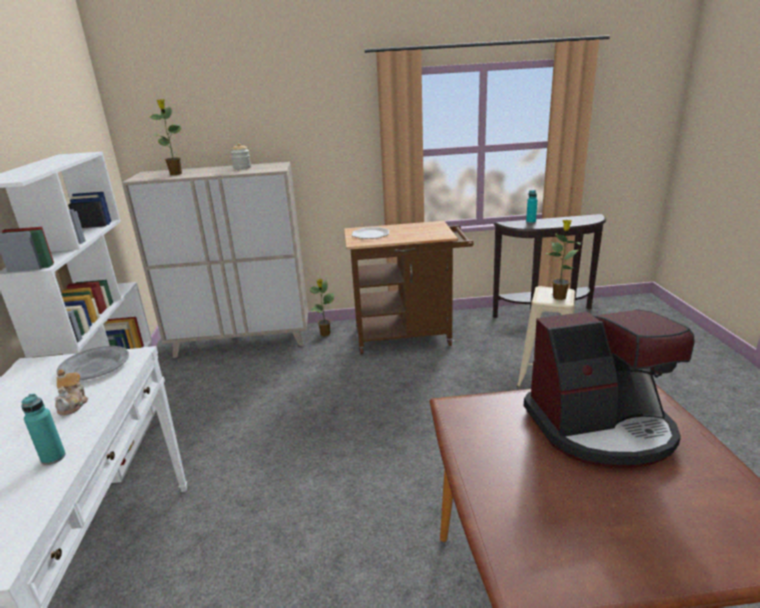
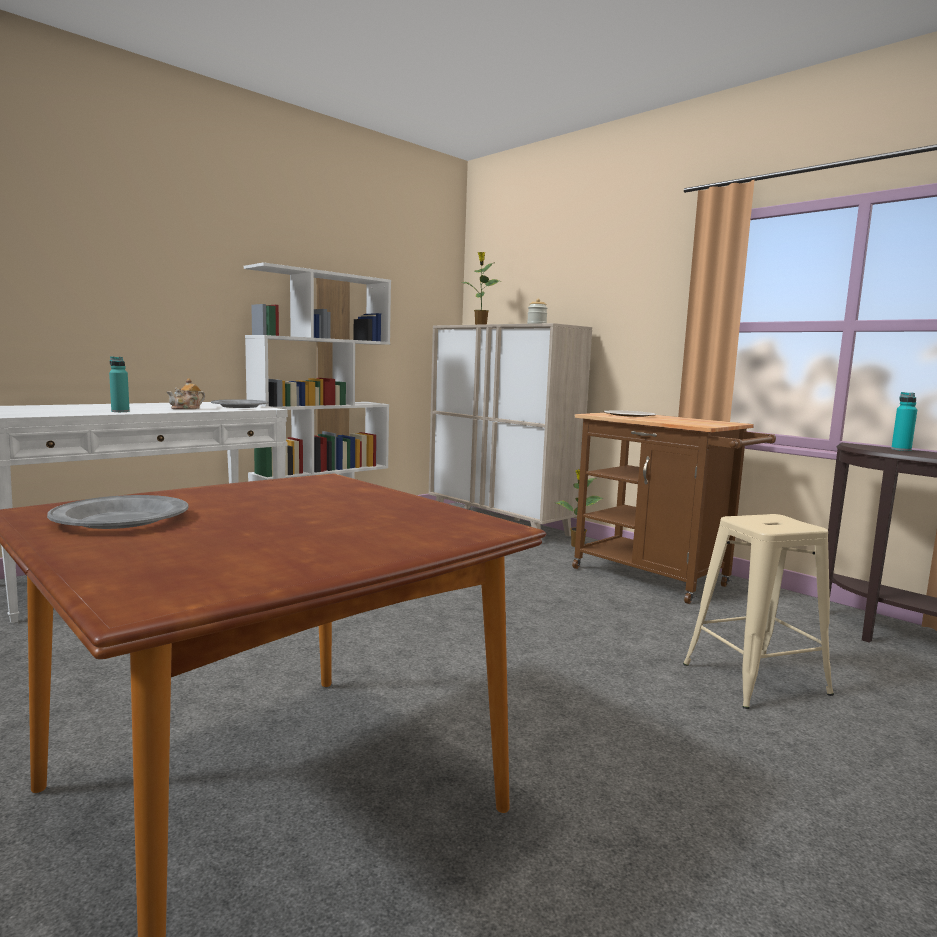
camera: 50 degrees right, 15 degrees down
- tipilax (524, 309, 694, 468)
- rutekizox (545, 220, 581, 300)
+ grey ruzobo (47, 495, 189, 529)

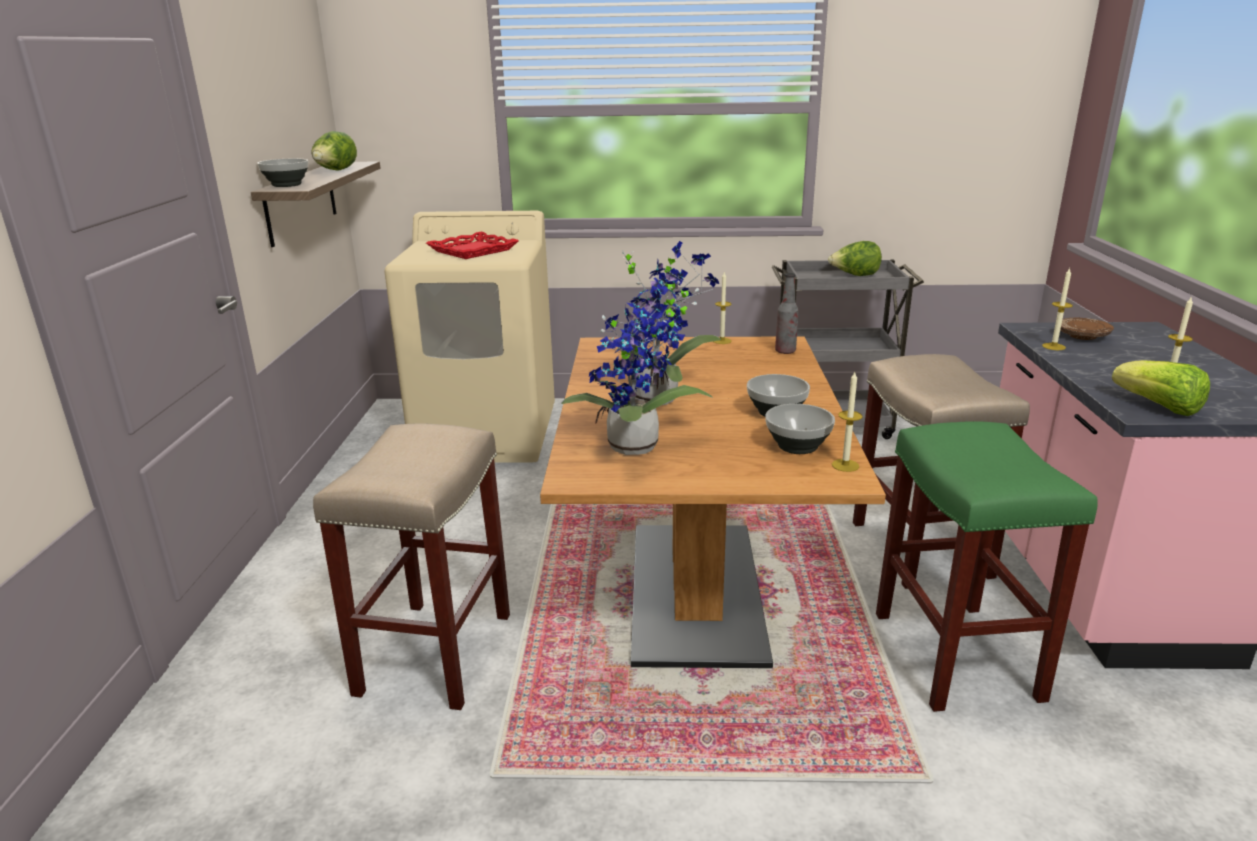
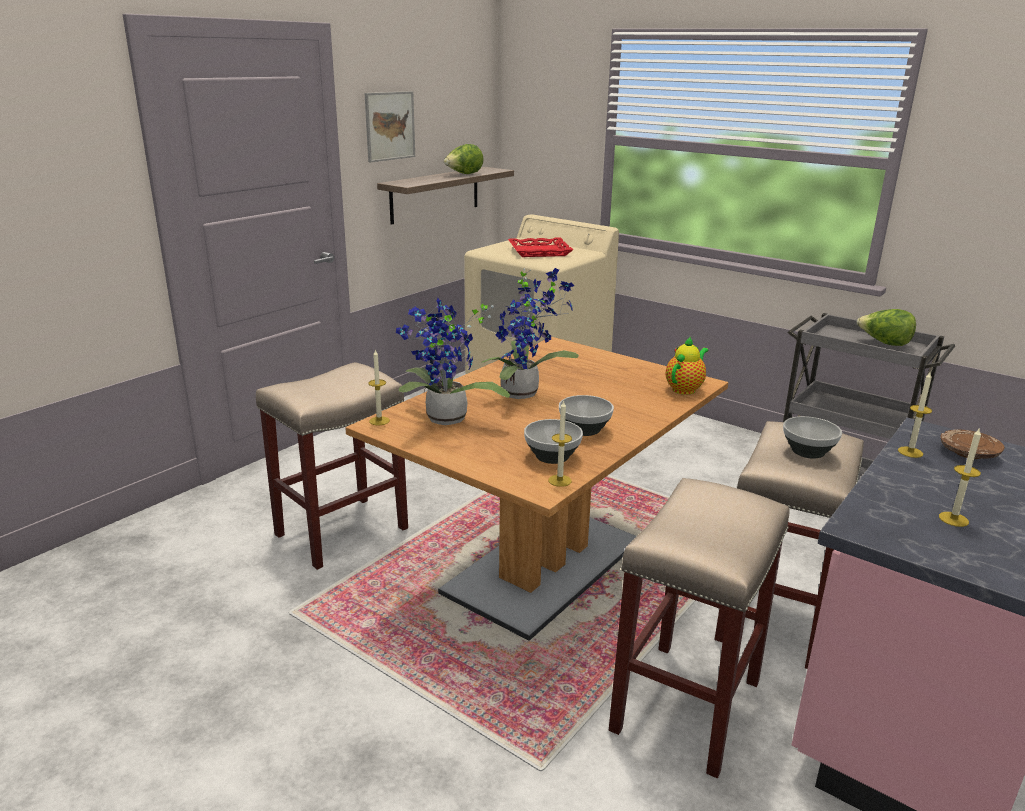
camera: 35 degrees right, 0 degrees up
- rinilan (1112, 360, 1210, 416)
+ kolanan (365, 91, 415, 162)
~ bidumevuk (257, 158, 308, 187) to (783, 416, 842, 459)
~ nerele (713, 272, 732, 344) to (368, 349, 390, 425)
~ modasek (775, 273, 799, 354) to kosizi (666, 336, 709, 395)
~ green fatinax (876, 421, 1098, 712) to beige fatinax (609, 478, 789, 779)

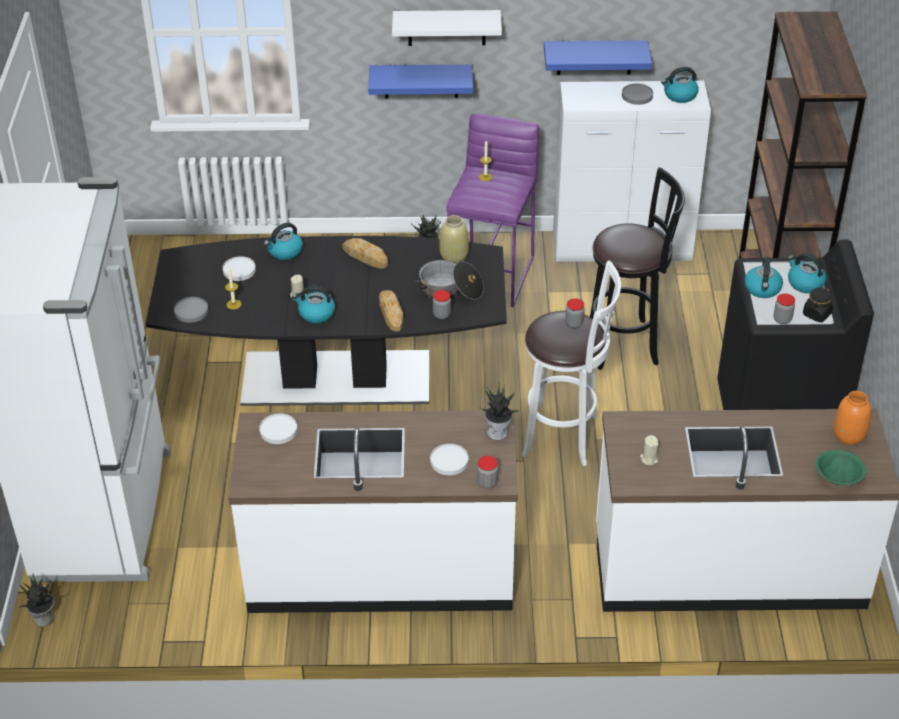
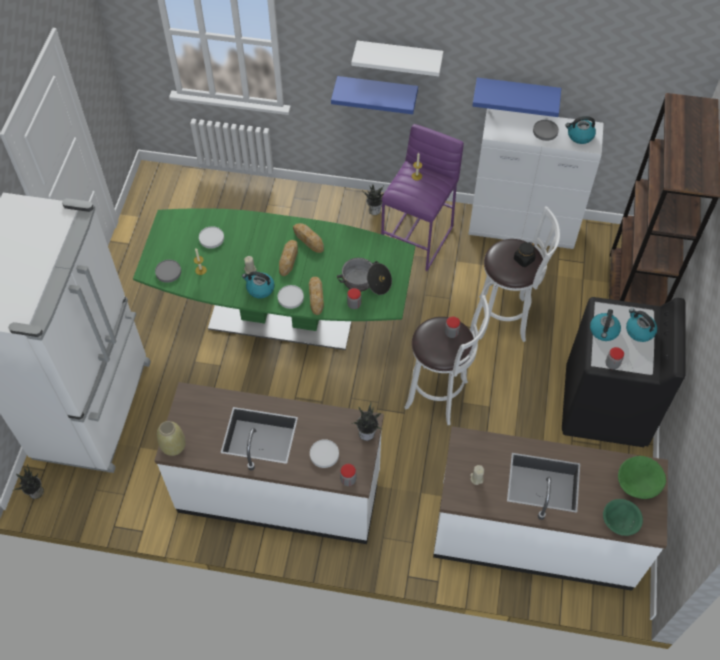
camera: 10 degrees right, 15 degrees up
- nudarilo (264, 223, 303, 260)
+ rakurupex (279, 240, 298, 276)
~ white ruzobo (259, 414, 297, 444) to (278, 285, 304, 309)
~ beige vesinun (439, 215, 469, 263) to (157, 421, 186, 456)
~ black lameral (803, 287, 833, 322) to (514, 242, 536, 267)
~ orange vesinun (833, 391, 871, 445) to green bidumevuk (618, 456, 666, 499)
~ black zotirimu (146, 236, 507, 406) to green zotirimu (133, 208, 415, 350)
~ black fatinax (590, 167, 685, 370) to white fatinax (479, 206, 560, 342)

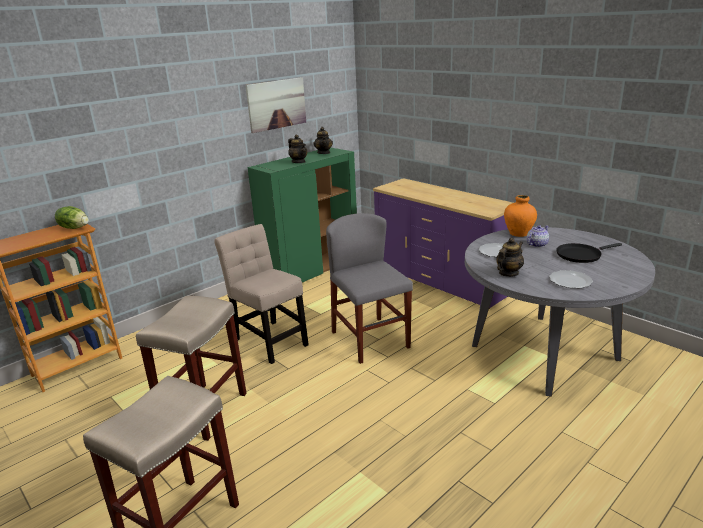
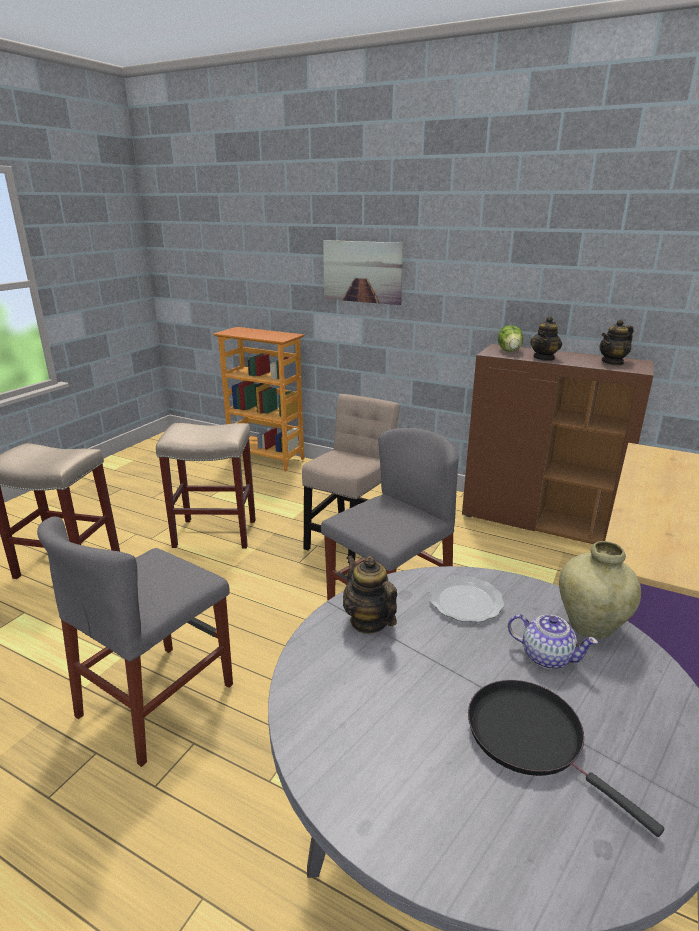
camera: 70 degrees right, 0 degrees up
- ruzobo (549, 270, 593, 288)
+ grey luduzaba (37, 517, 233, 767)
~ rinilan (55, 206, 89, 229) to (498, 325, 523, 352)
~ kolanan (246, 77, 306, 133) to (323, 240, 403, 305)
~ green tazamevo (248, 148, 357, 283) to brown tazamevo (462, 344, 654, 544)
~ orange vesinun (504, 195, 537, 237) to beige vesinun (559, 541, 641, 639)
~ kosizi (496, 238, 524, 277) = (343, 555, 397, 634) 150 degrees counterclockwise

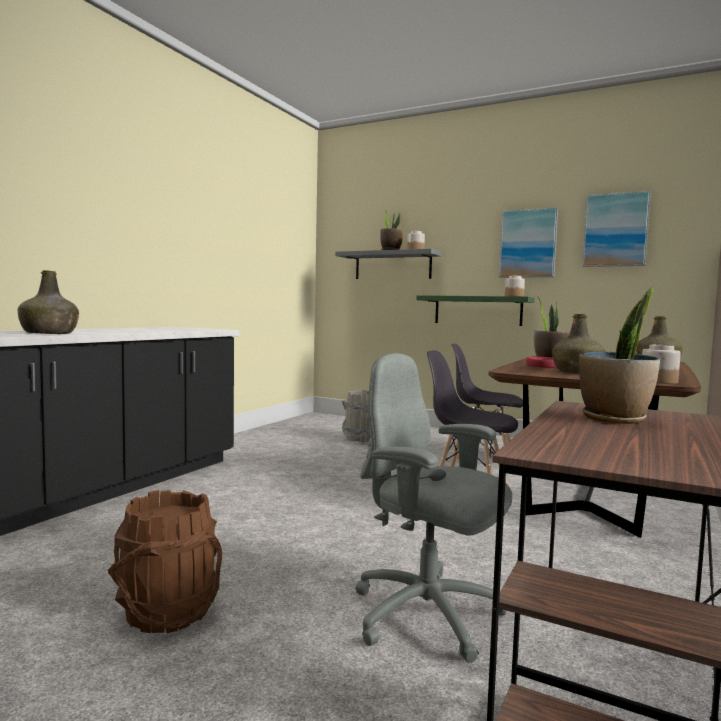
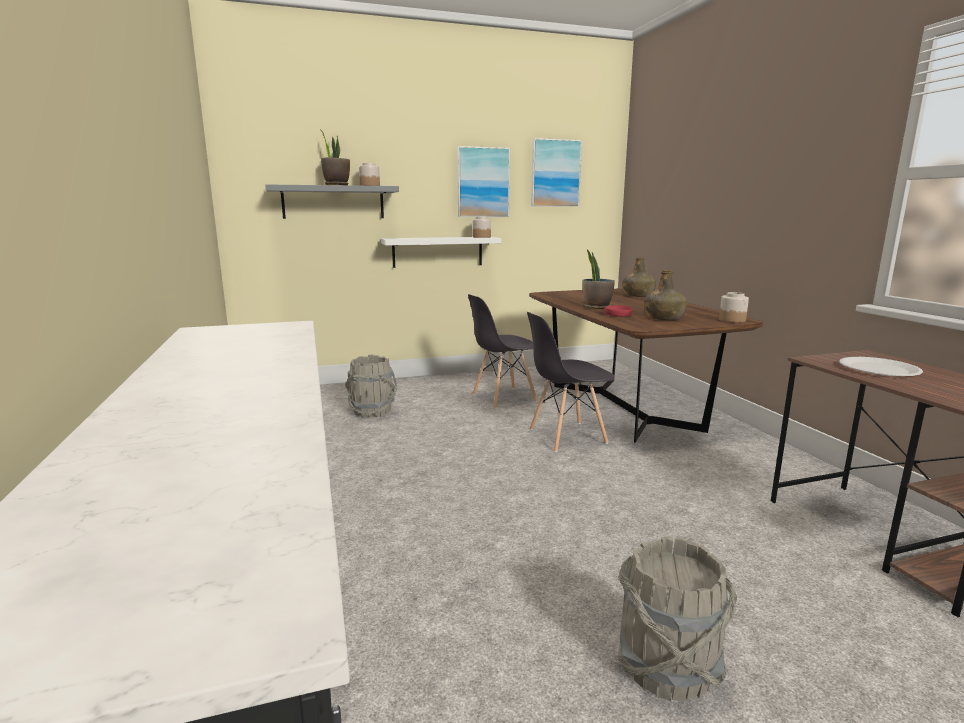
camera: 45 degrees left, 10 degrees up
- green modasek (18, 270, 79, 334)
- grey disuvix (355, 353, 512, 663)
~ rutekizox (579, 286, 660, 424) to white ruzobo (840, 357, 923, 376)
~ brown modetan (108, 490, 222, 633) to grey modetan (617, 536, 737, 701)
~ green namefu (416, 295, 535, 326) to white namefu (381, 237, 501, 268)

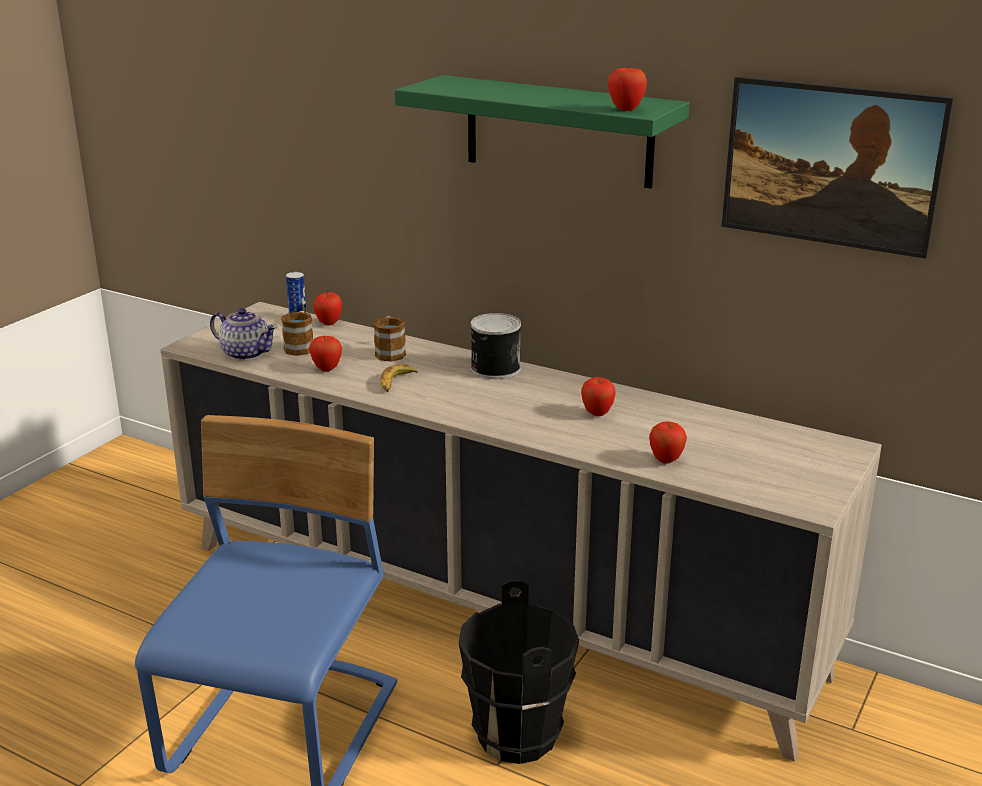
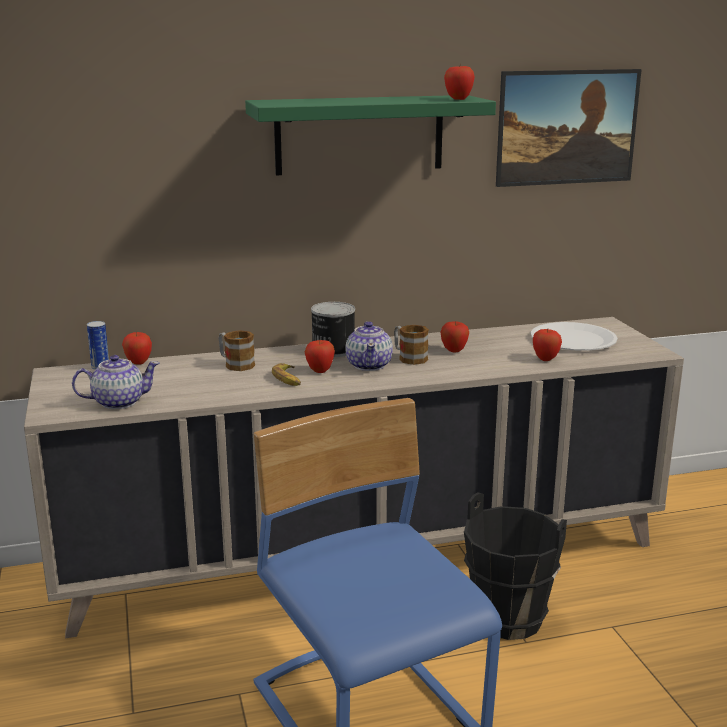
camera: 45 degrees left, 5 degrees down
+ kosizi (345, 321, 393, 371)
+ white ruzobo (531, 322, 618, 351)
~ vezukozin (281, 311, 313, 356) to (394, 325, 429, 365)
~ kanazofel (309, 336, 342, 372) to (305, 340, 335, 373)

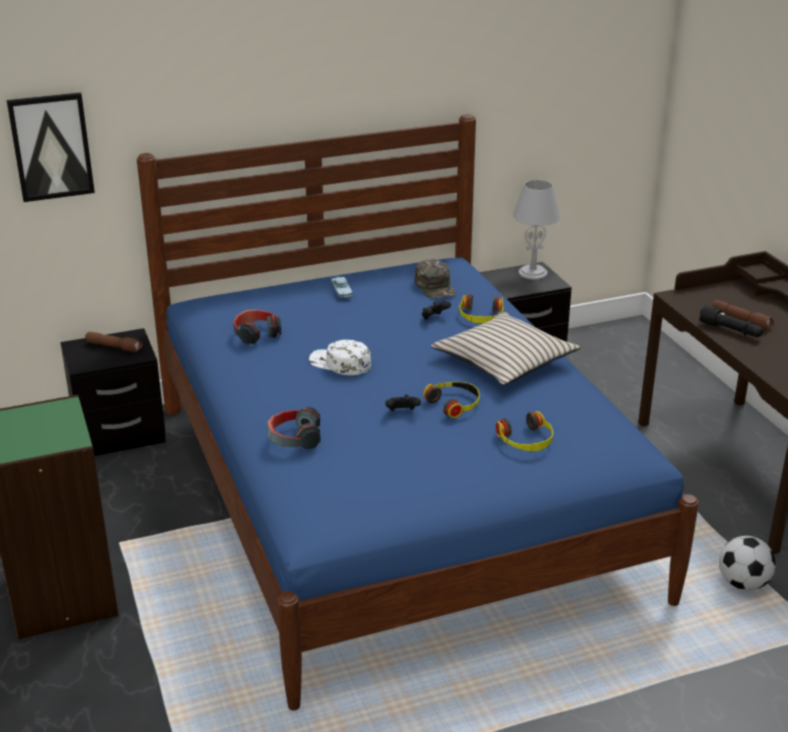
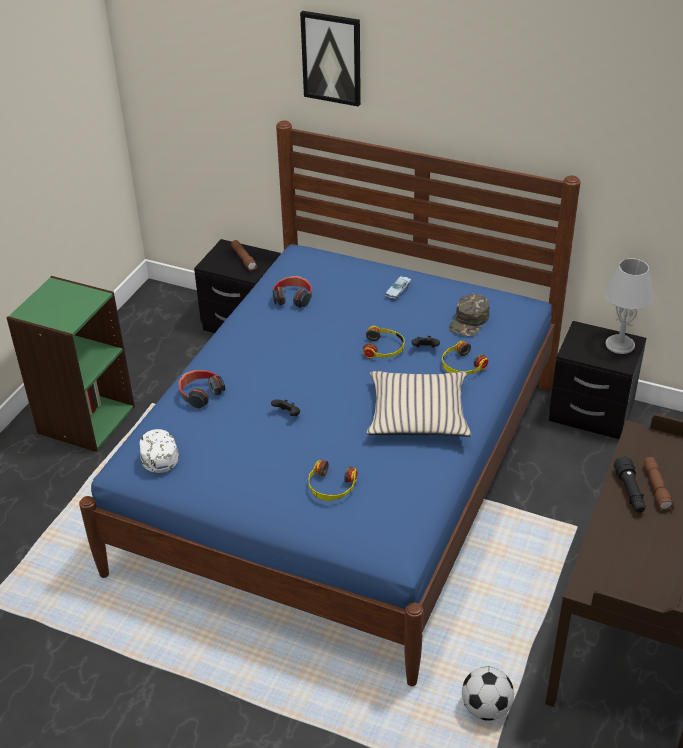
camera: 45 degrees right, 10 degrees up
~ kolanan (7, 92, 95, 202) to (300, 11, 361, 107)
~ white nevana (309, 340, 371, 375) to (140, 429, 179, 473)
~ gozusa (423, 382, 480, 418) to (363, 326, 405, 359)

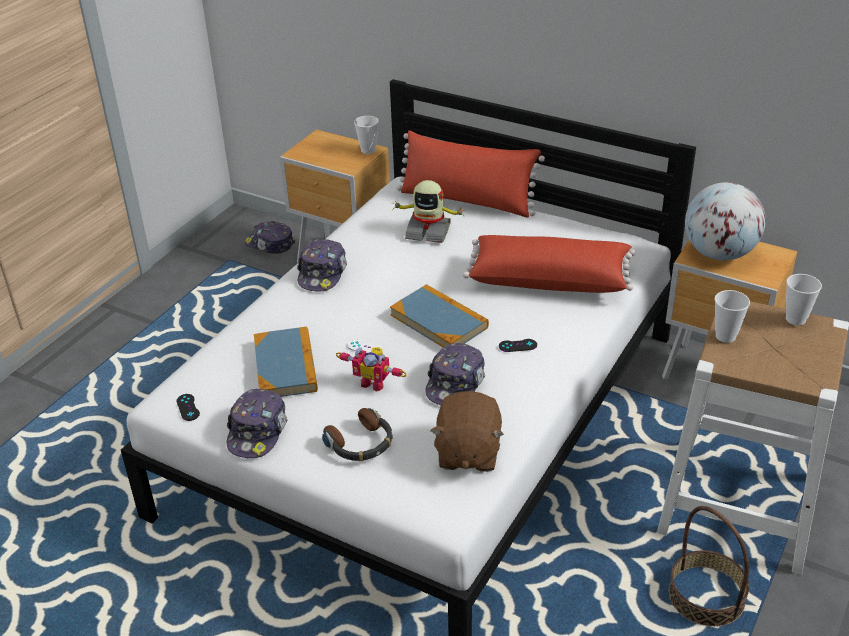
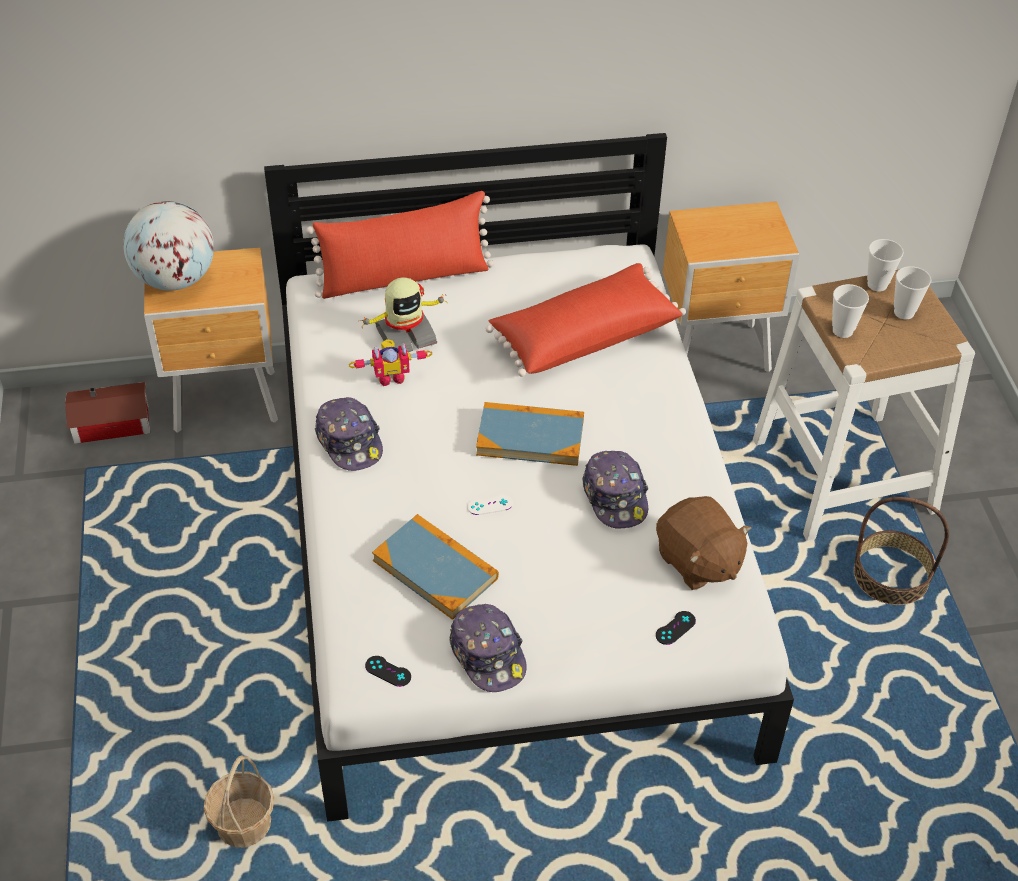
camera: 40 degrees left, 10 degrees up
- gozusa (322, 408, 393, 461)
+ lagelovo (204, 755, 274, 847)
~ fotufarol (336, 347, 407, 392) to (349, 339, 432, 386)
~ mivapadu (354, 116, 379, 154) to (894, 266, 931, 319)
~ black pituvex (499, 339, 537, 352) to (656, 611, 696, 645)
~ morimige (685, 182, 766, 261) to (123, 201, 214, 291)
~ nevana (245, 221, 295, 254) to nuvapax (65, 382, 150, 444)

